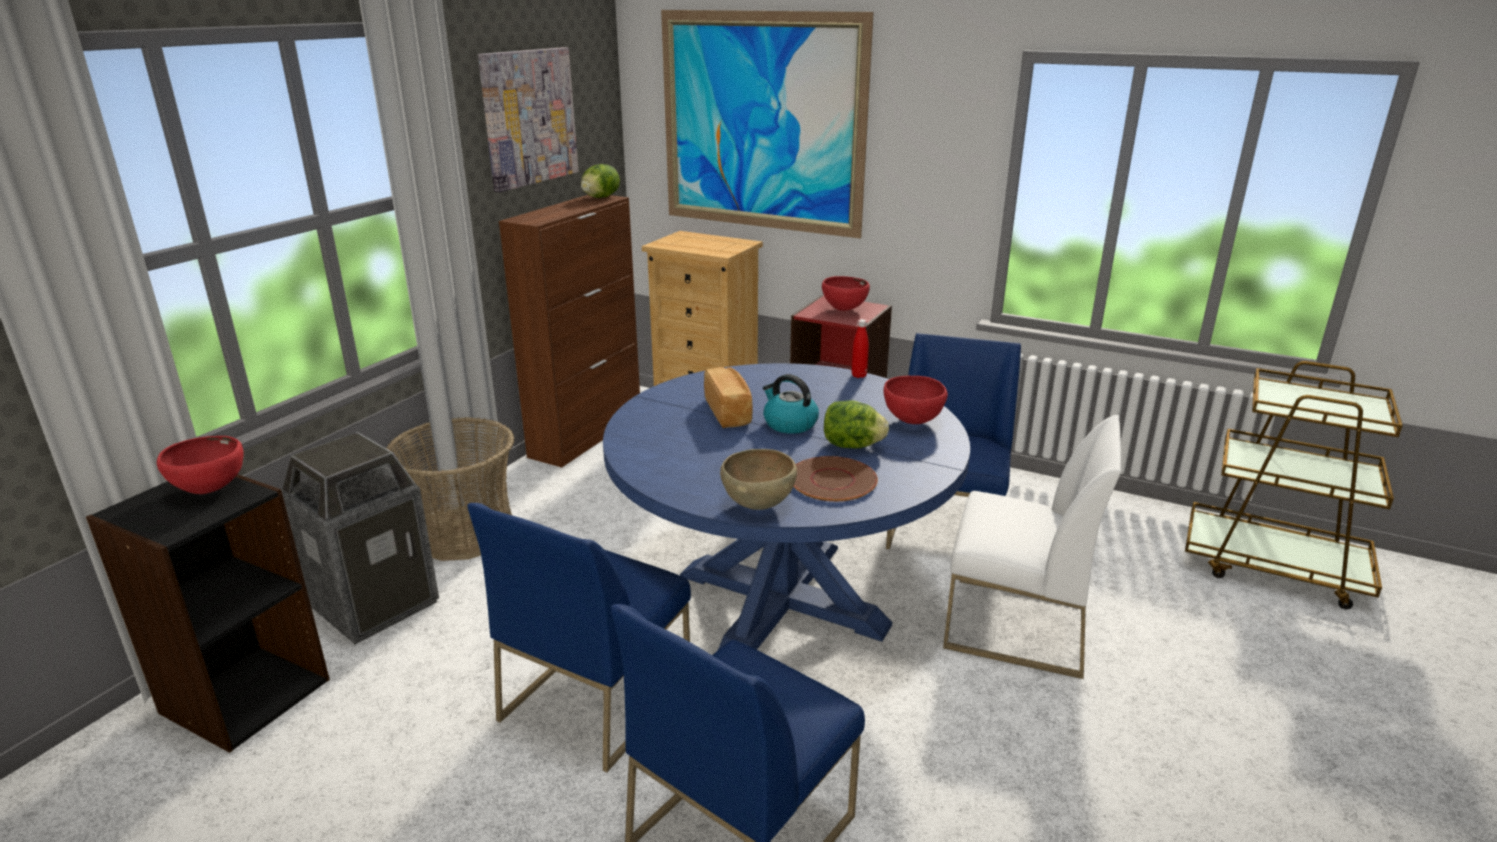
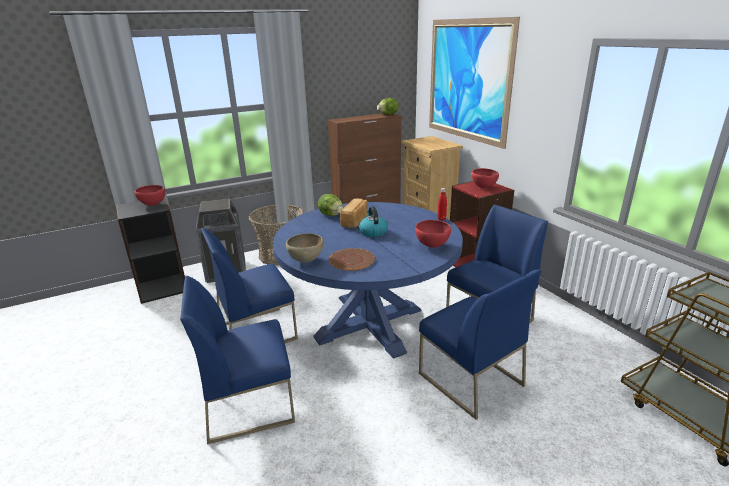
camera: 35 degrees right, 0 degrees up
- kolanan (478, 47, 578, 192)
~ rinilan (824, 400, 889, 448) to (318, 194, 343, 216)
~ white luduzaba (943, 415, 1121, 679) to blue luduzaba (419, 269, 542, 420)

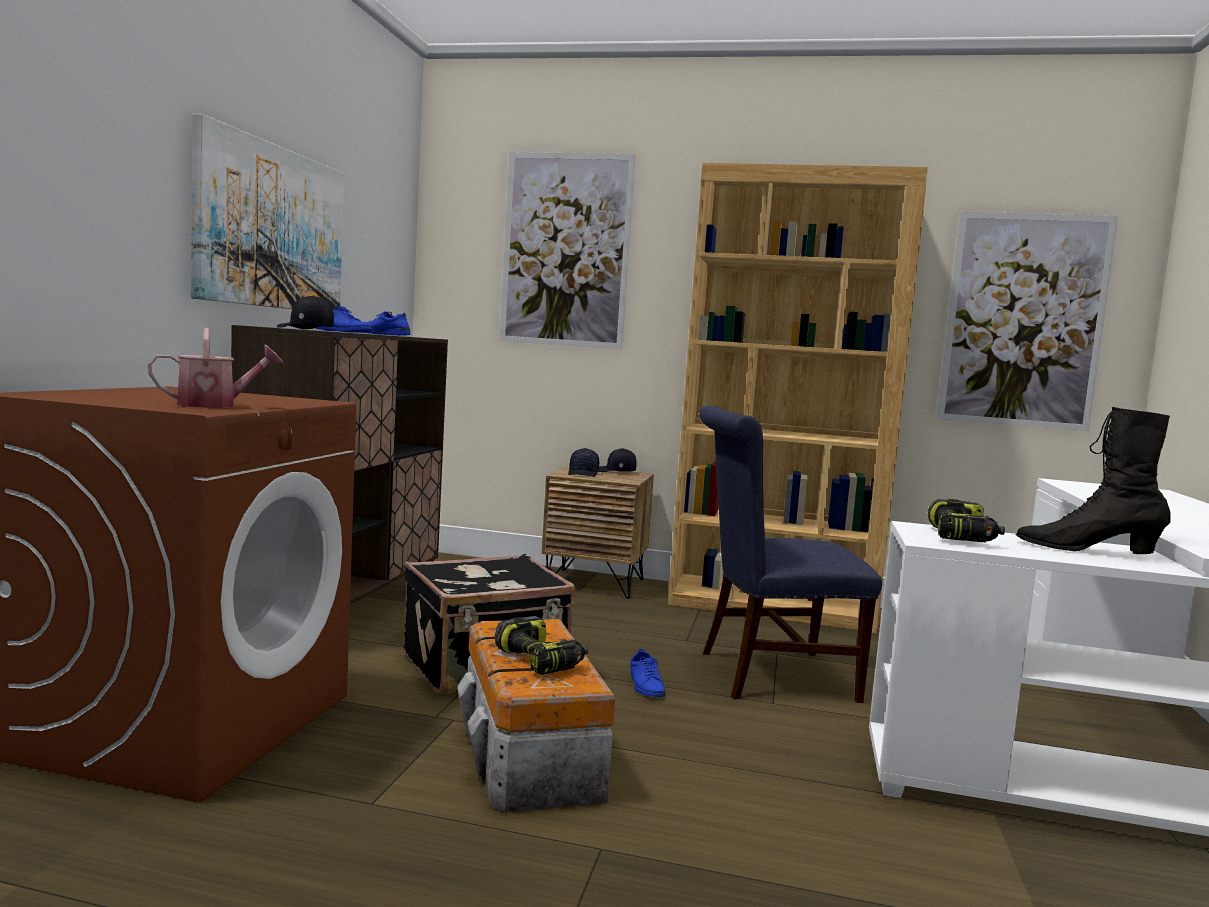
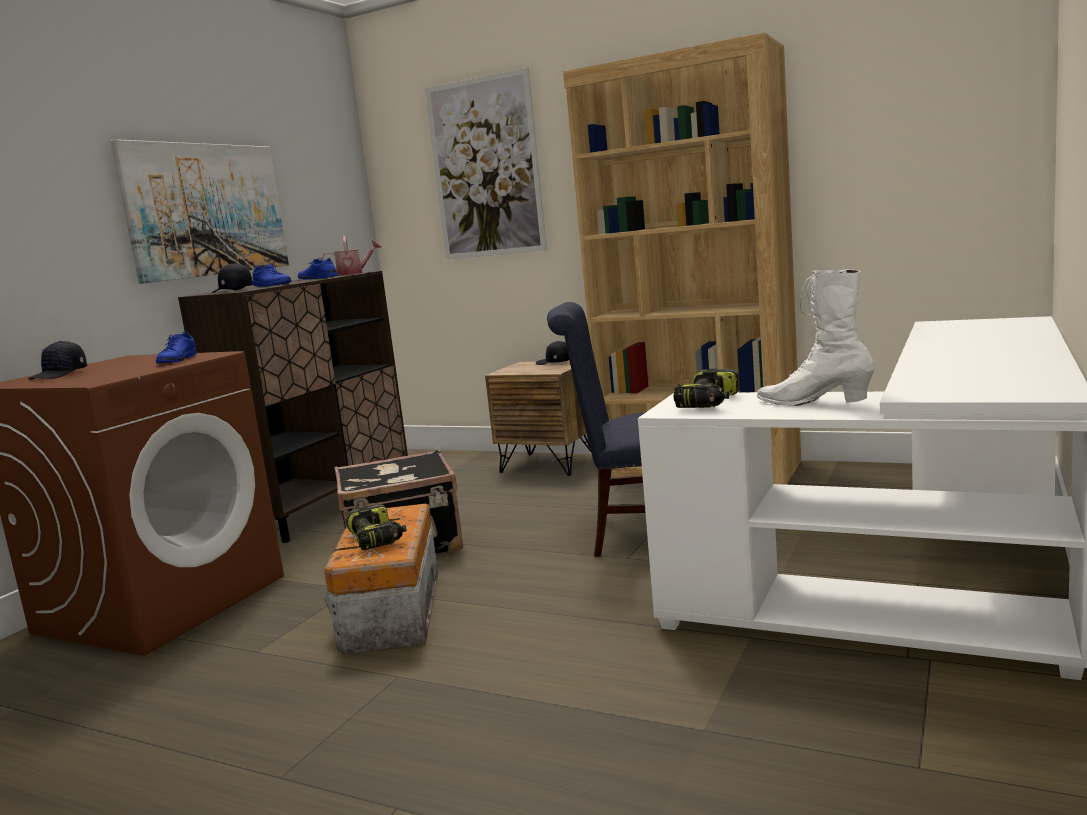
camera: 15 degrees right, 5 degrees up
- kolanan (937, 211, 1118, 431)
~ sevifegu (148, 328, 283, 408) to (321, 236, 382, 276)
~ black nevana (568, 448, 599, 477) to (28, 341, 87, 380)
~ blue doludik (630, 649, 666, 697) to (156, 332, 197, 363)
~ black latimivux (1016, 407, 1171, 554) to white latimivux (757, 270, 875, 406)

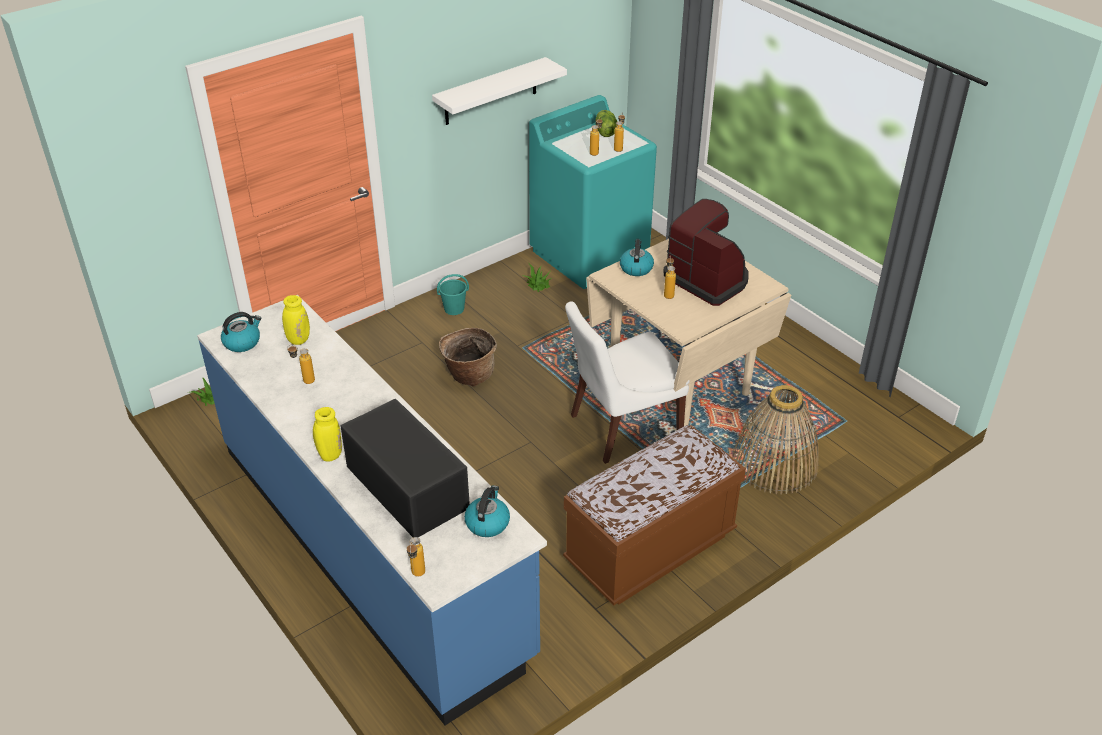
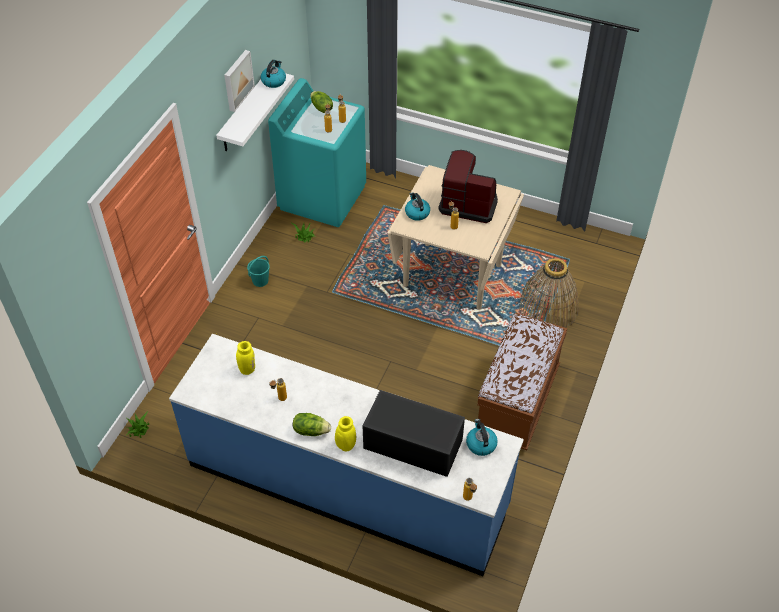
camera: 30 degrees left, 10 degrees up
- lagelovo (439, 328, 497, 387)
- white luduzaba (565, 301, 690, 464)
+ kolanan (224, 50, 255, 112)
+ rinilan (293, 413, 331, 436)
~ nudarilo (221, 312, 262, 352) to (261, 60, 286, 88)

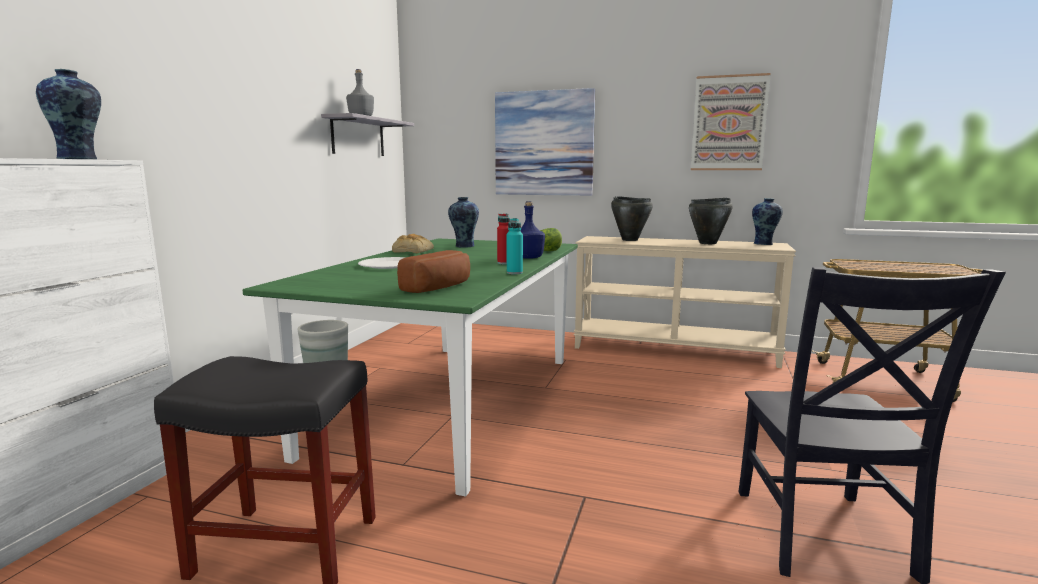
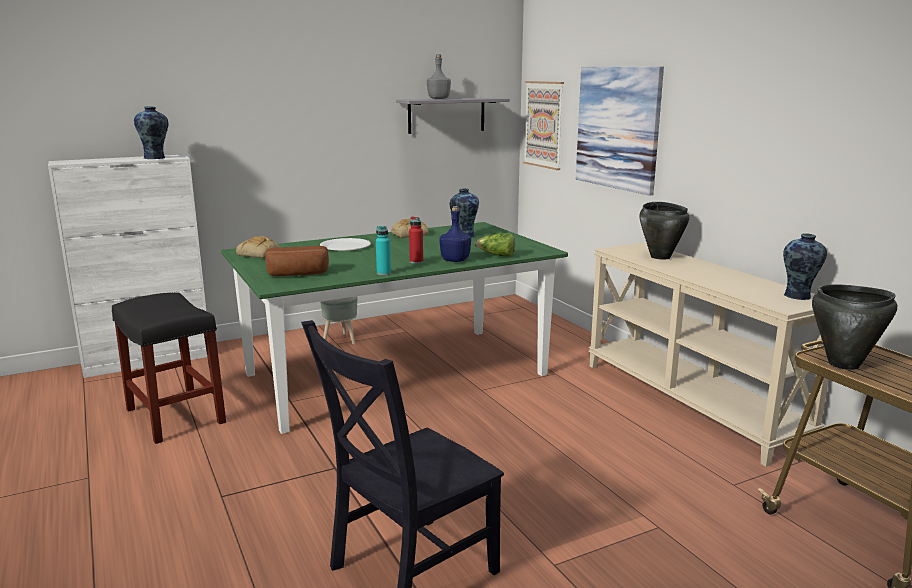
camera: 45 degrees right, 5 degrees up
+ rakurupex (236, 236, 280, 258)
~ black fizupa (689, 198, 733, 244) to (812, 284, 897, 370)
~ kolanan (691, 73, 771, 170) to (523, 81, 564, 170)

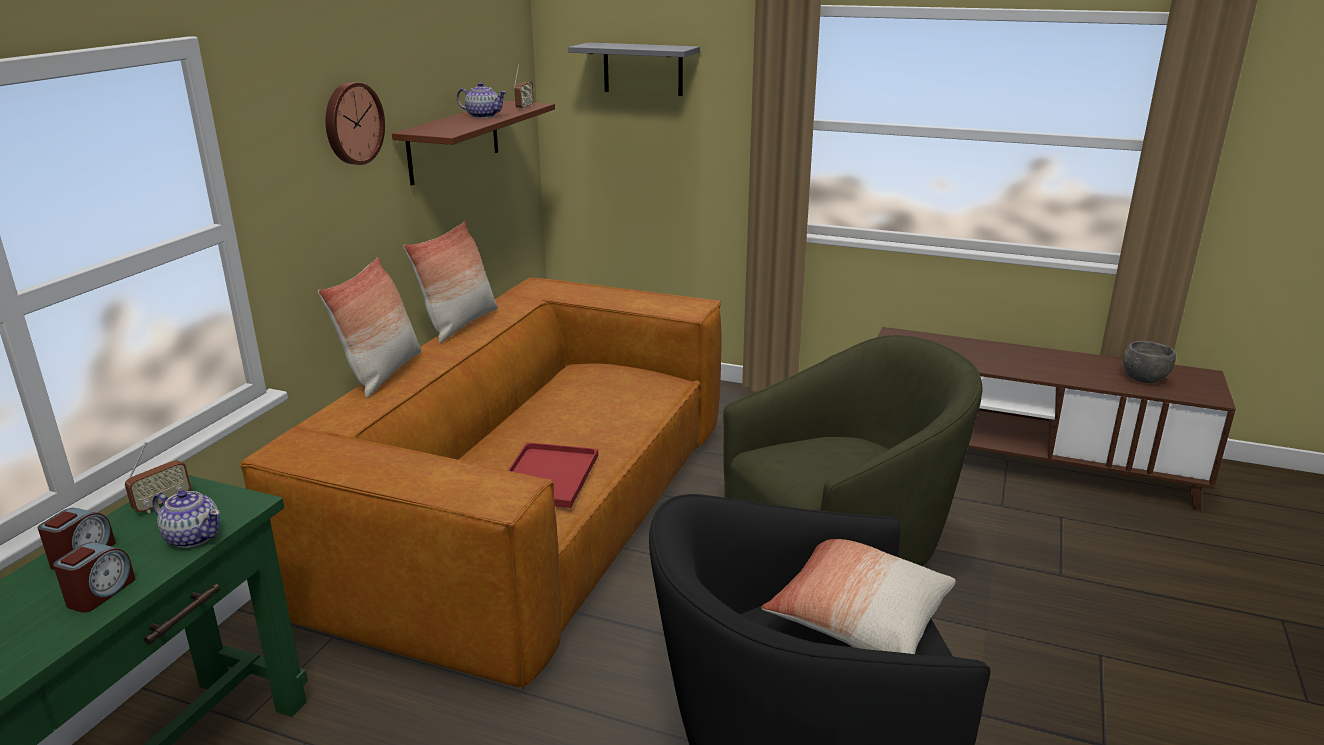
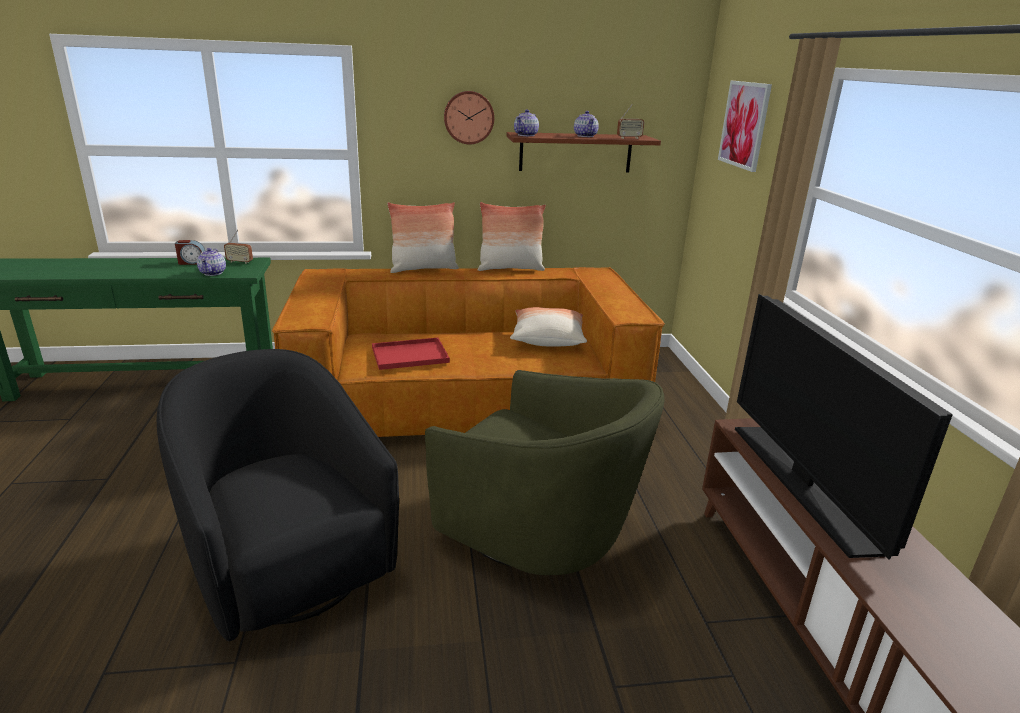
camera: 60 degrees right, 0 degrees up
- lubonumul (53, 542, 136, 613)
- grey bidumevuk (1123, 341, 1176, 383)
+ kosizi (514, 109, 539, 136)
+ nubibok (735, 294, 953, 560)
~ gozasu (761, 539, 956, 654) to (510, 307, 587, 347)
~ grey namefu (568, 42, 700, 96) to kolanan (718, 81, 772, 172)

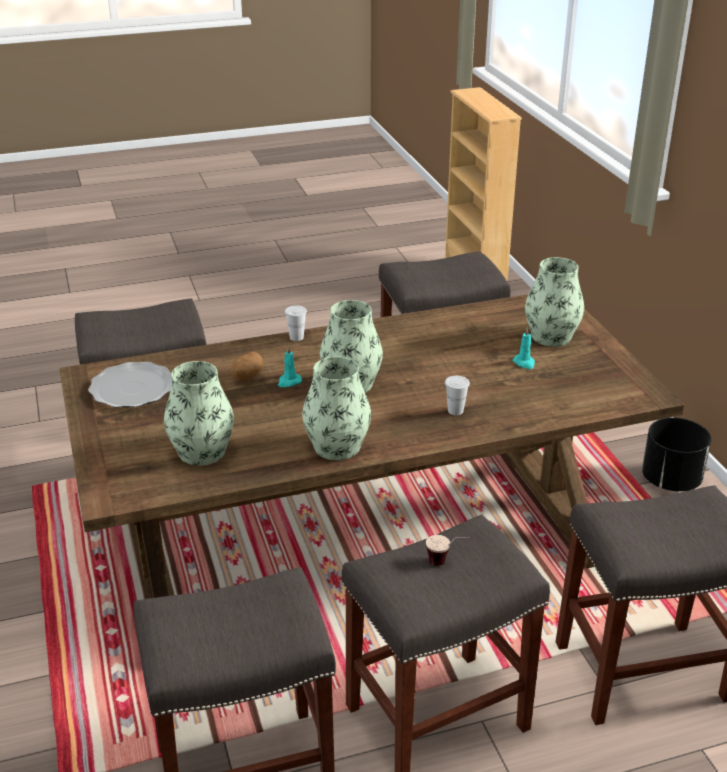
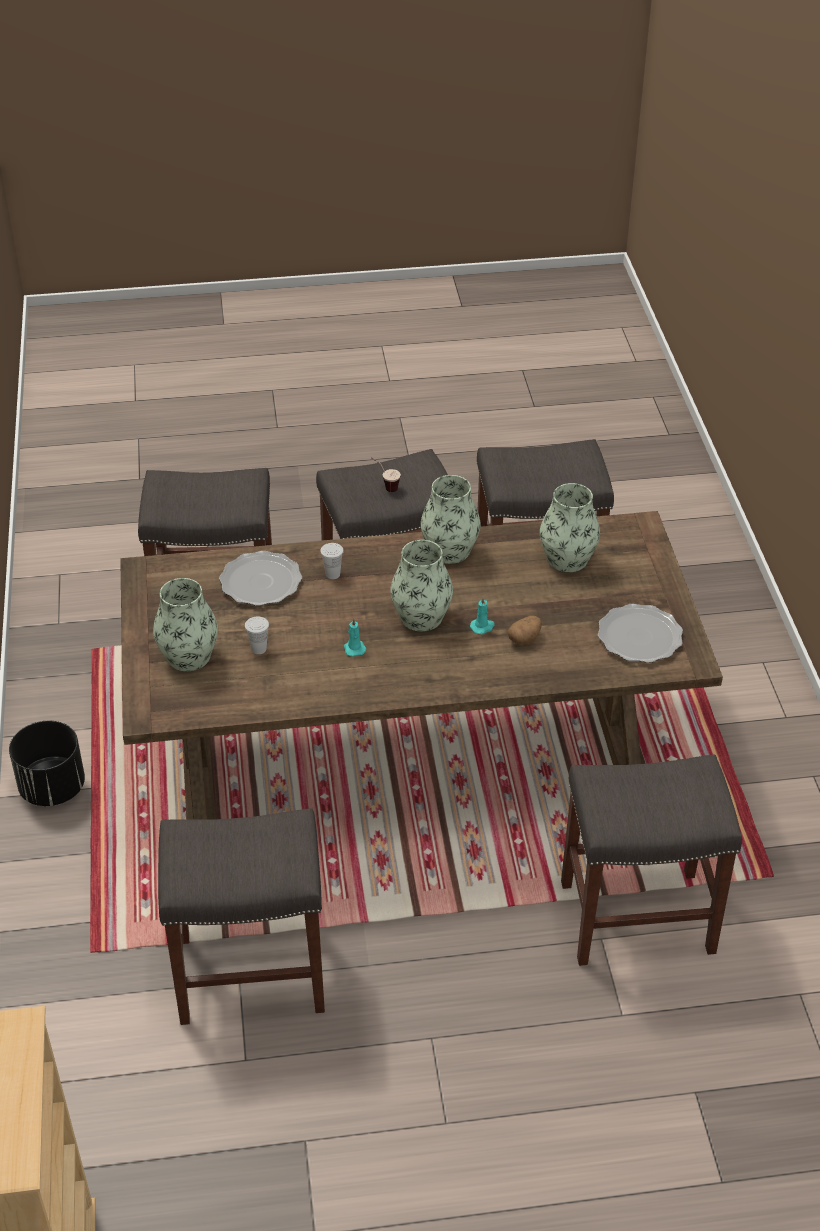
camera: 170 degrees left, 10 degrees up
+ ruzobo (219, 551, 302, 606)
~ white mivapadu (285, 305, 307, 341) to (245, 616, 269, 654)
~ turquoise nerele (513, 327, 535, 369) to (344, 618, 366, 657)

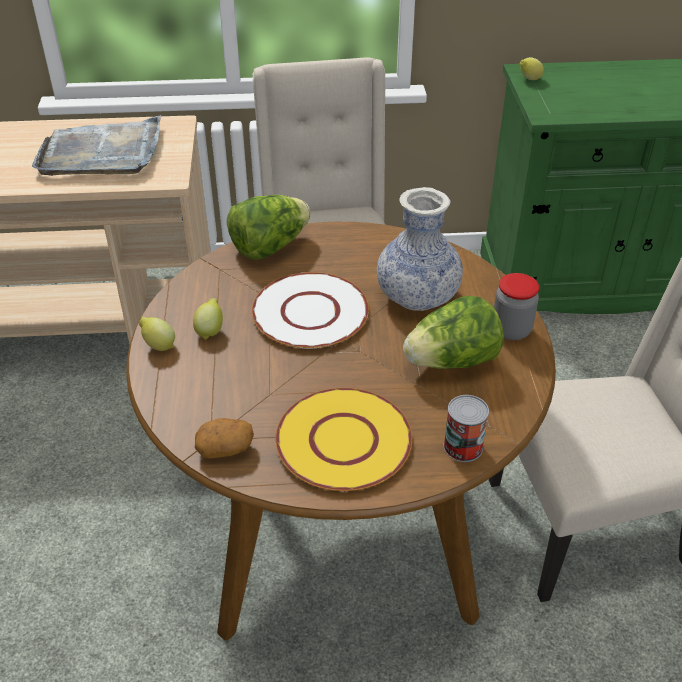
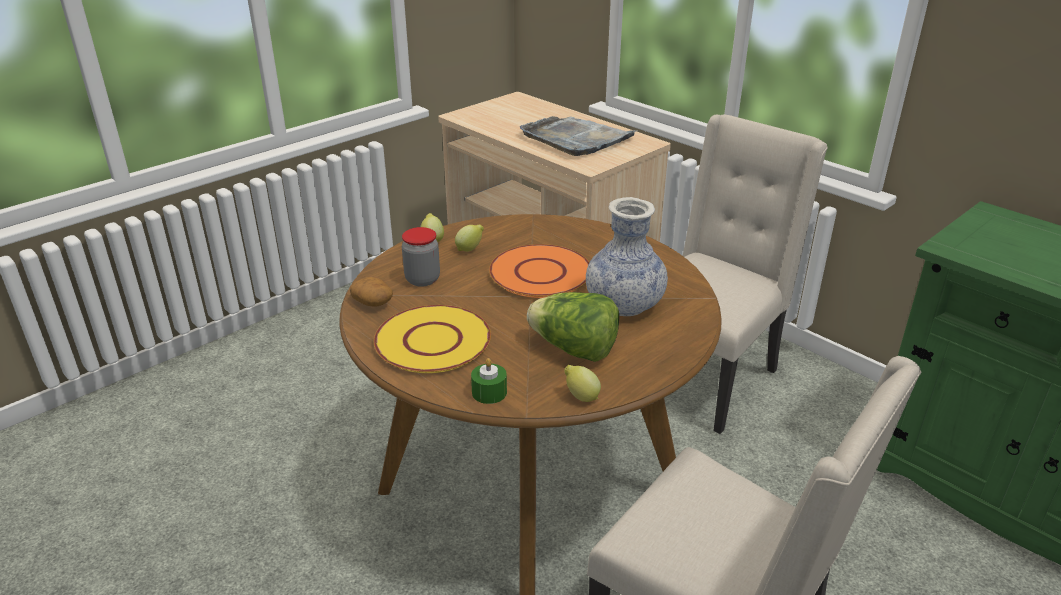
camera: 50 degrees right, 10 degrees down
- rinilan (227, 195, 311, 260)
~ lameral (494, 273, 539, 341) to (402, 227, 440, 287)
~ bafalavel (520, 57, 544, 80) to (564, 365, 601, 402)
~ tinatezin (444, 395, 489, 462) to green nerele (471, 358, 507, 404)
~ white ruzobo (252, 272, 369, 349) to orange ruzobo (489, 244, 589, 298)

